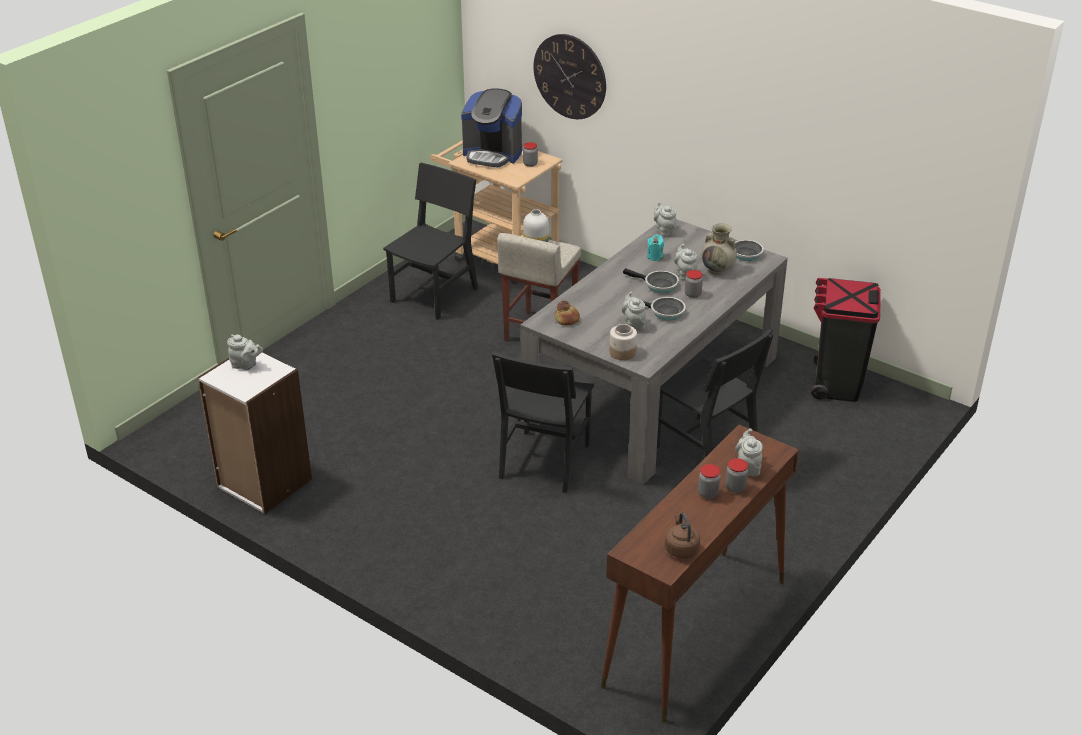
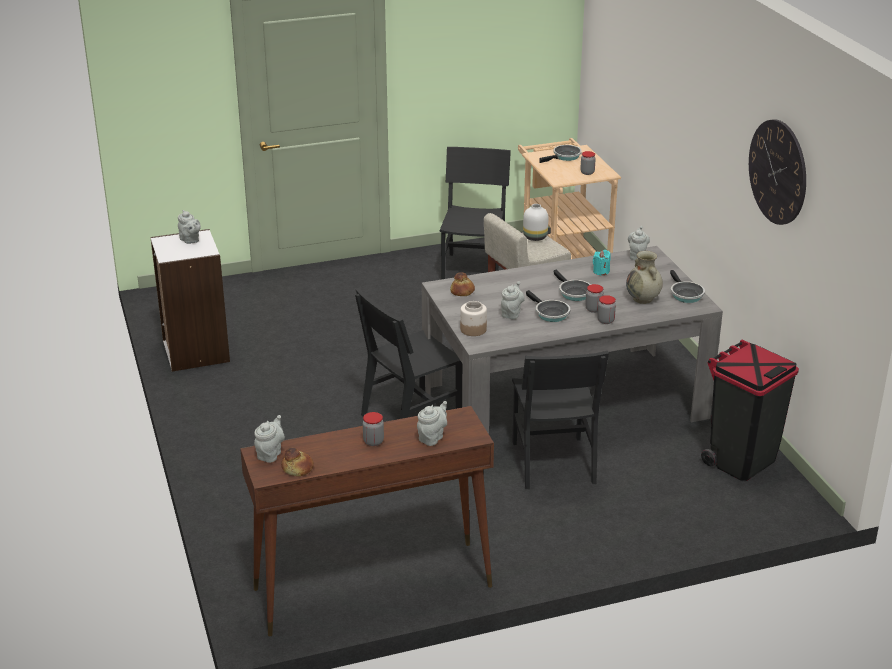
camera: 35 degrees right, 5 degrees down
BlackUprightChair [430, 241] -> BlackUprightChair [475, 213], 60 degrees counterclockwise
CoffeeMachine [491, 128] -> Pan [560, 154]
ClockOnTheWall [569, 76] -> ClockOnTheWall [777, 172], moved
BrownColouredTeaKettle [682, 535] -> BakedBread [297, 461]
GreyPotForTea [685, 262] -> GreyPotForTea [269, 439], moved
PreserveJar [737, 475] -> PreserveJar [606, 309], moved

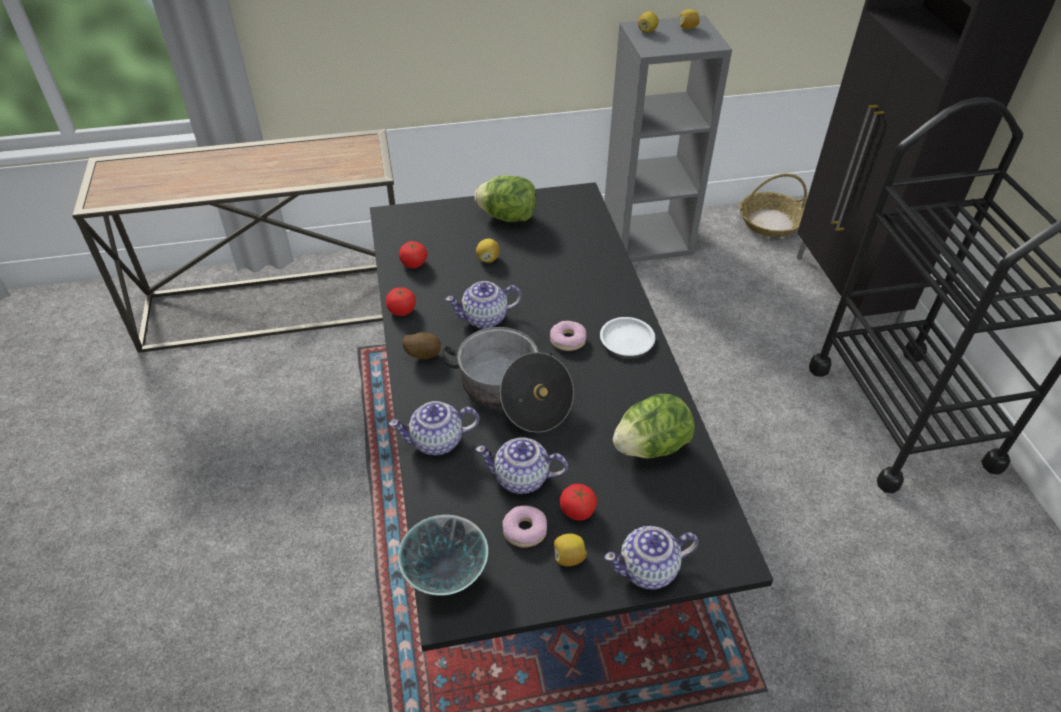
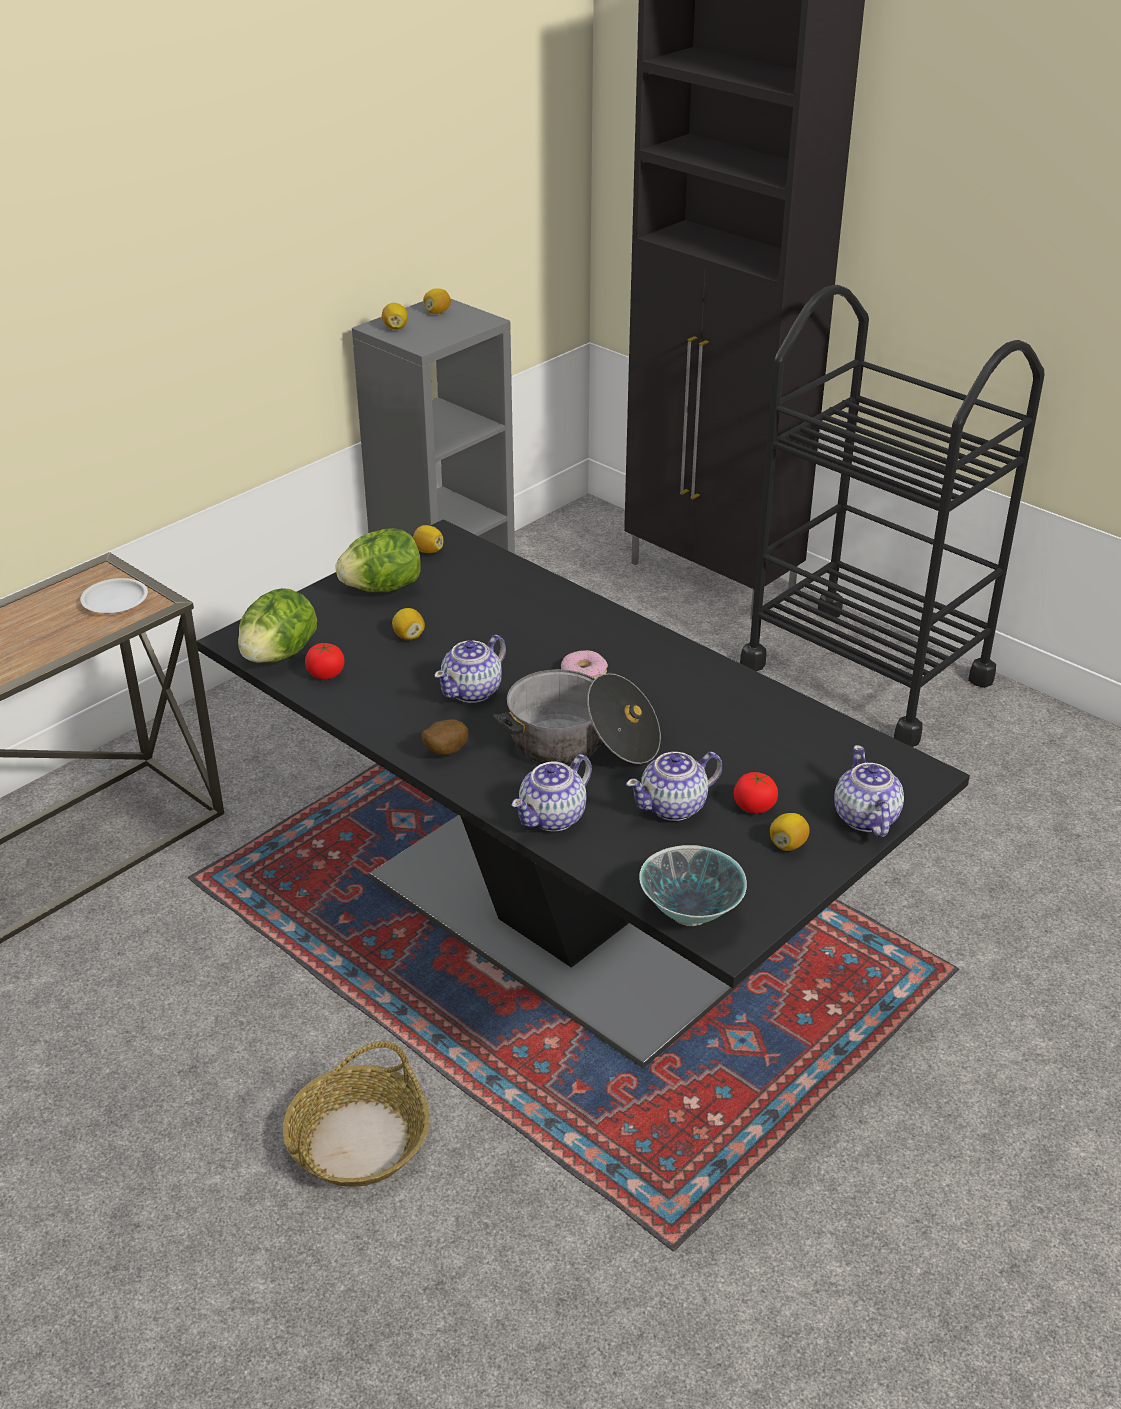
camera: 35 degrees left, 10 degrees down
WholeTomato [401, 301] -> none
RingDoughnut [525, 526] -> none
WhiteDinnerPlate [627, 336] -> WhiteDinnerPlate [114, 596], moved
PotForTea [651, 558] -> PotForTea [869, 791], 135 degrees clockwise
HeadOfLettuce [654, 426] -> HeadOfLettuce [277, 625], moved
HouseholdBasket [773, 205] -> HouseholdBasket [356, 1114], moved
none -> Lemon [428, 539]

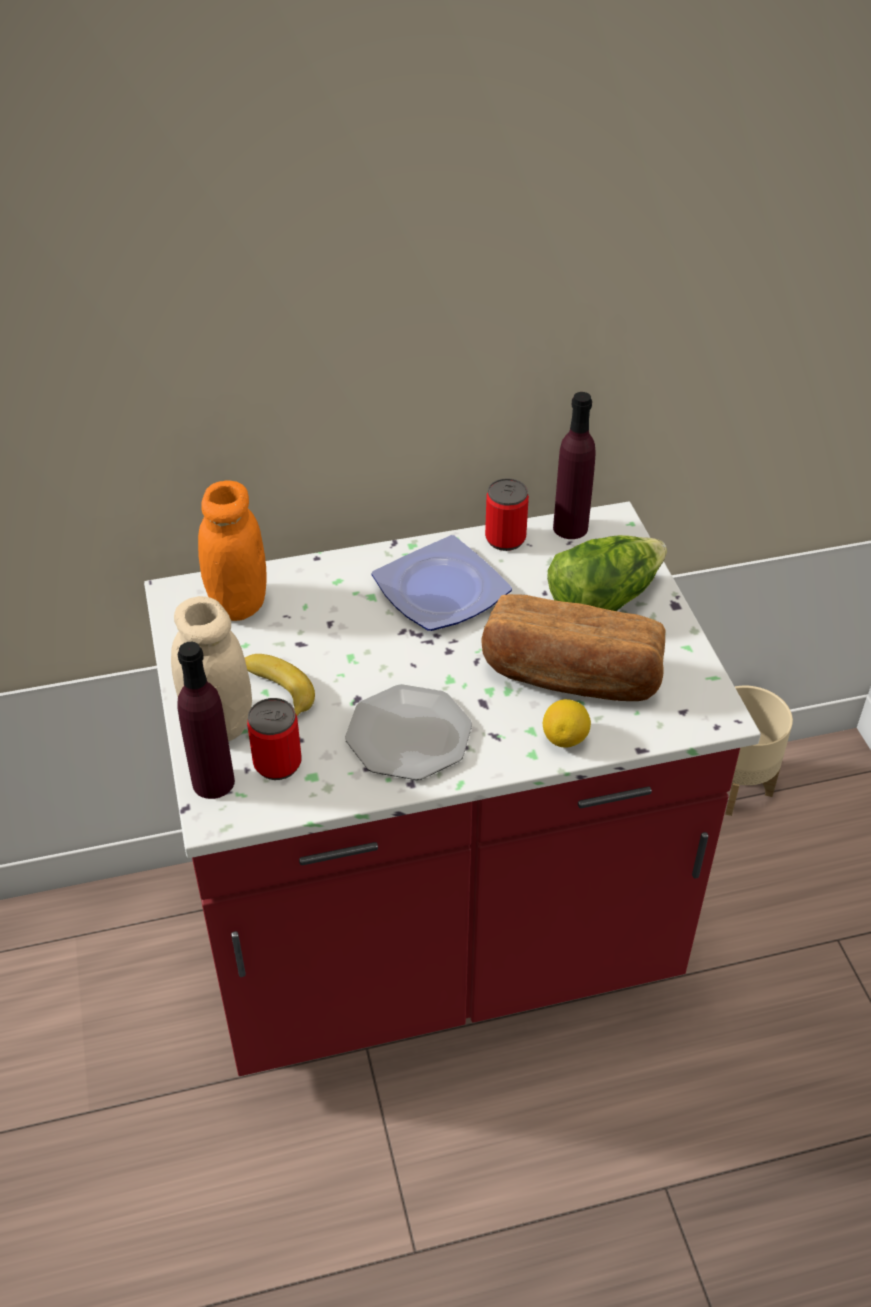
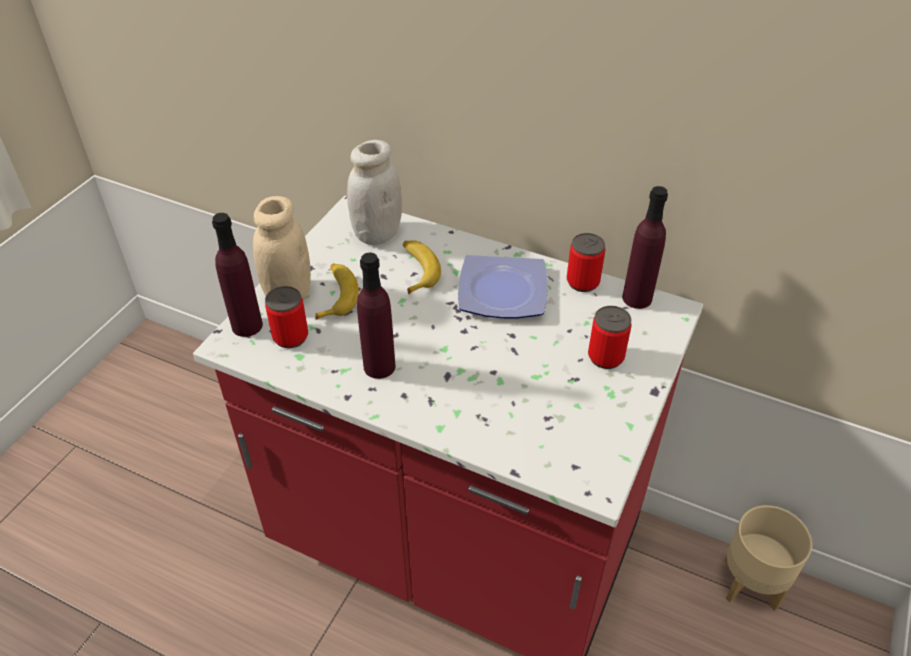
camera: 40 degrees right, 0 degrees up
OrangeColouredPreserveJar [232, 551] -> WhitePreserveJar [374, 192]
DinnerPlate [408, 732] -> PurpleColouredBottle [376, 316]
BakedBread [573, 647] -> none
Lemon [567, 723] -> none
HeadOfLettuce [607, 573] -> MetalCan [610, 337]
none -> Banana [422, 267]

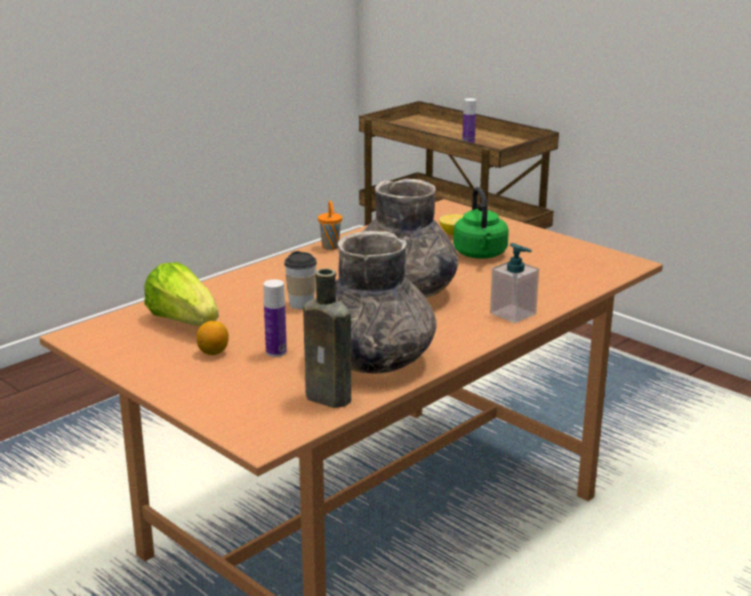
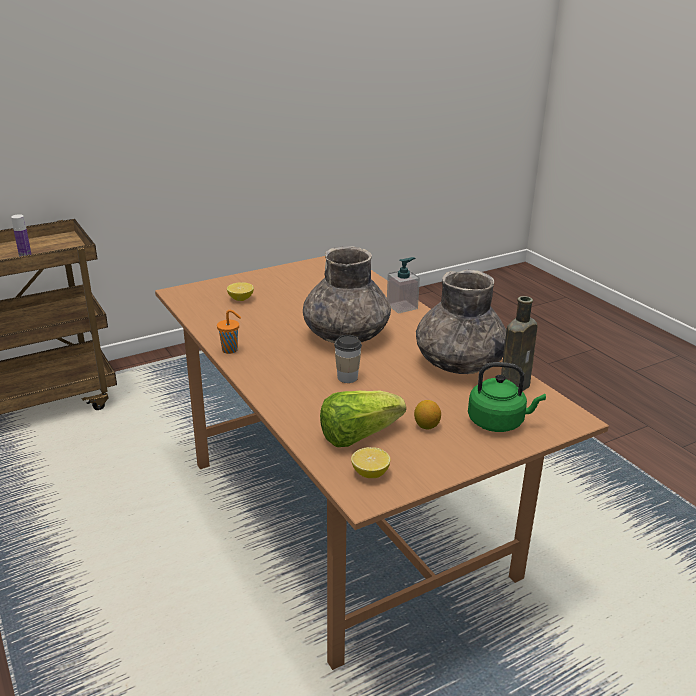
camera: 75 degrees left, 5 degrees up
Bottle [275, 318] -> none
GreenColouredTeaKettle [481, 223] -> GreenColouredTeaKettle [507, 397], moved
none -> Lemon [370, 462]

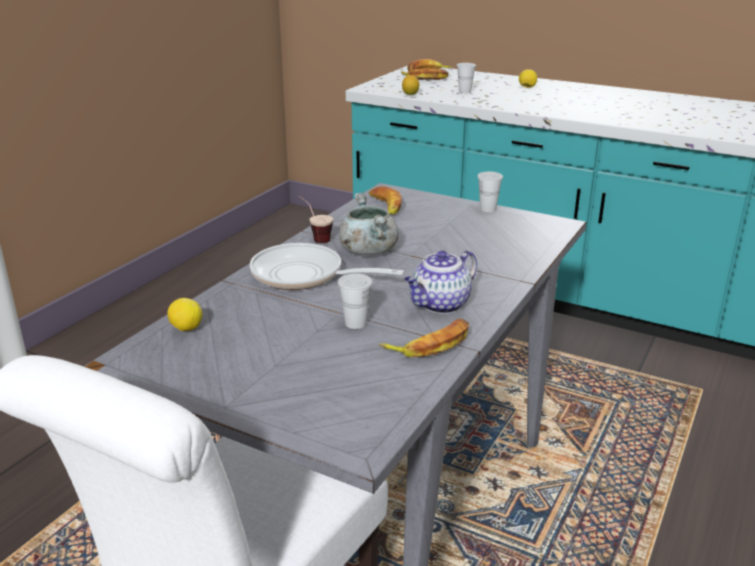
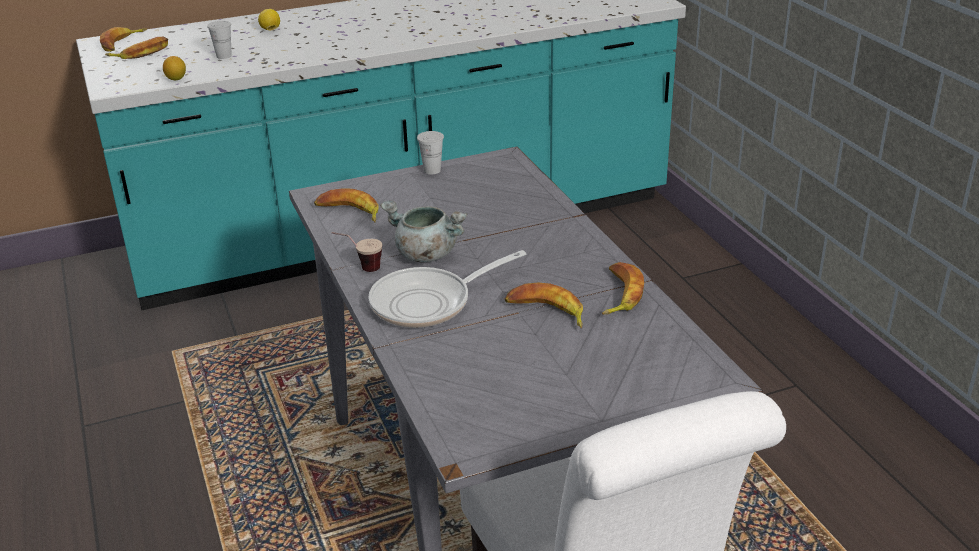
camera: 50 degrees left, 5 degrees up
Lemon [184, 314] -> none
WhiteCup [355, 301] -> Banana [544, 305]
PotForTea [440, 282] -> none

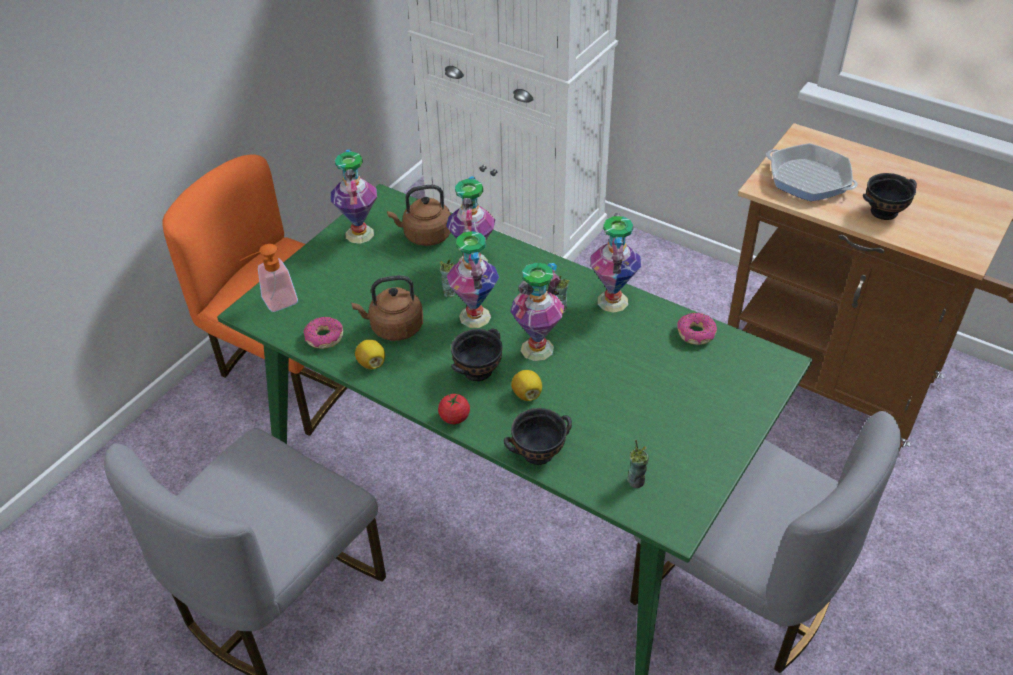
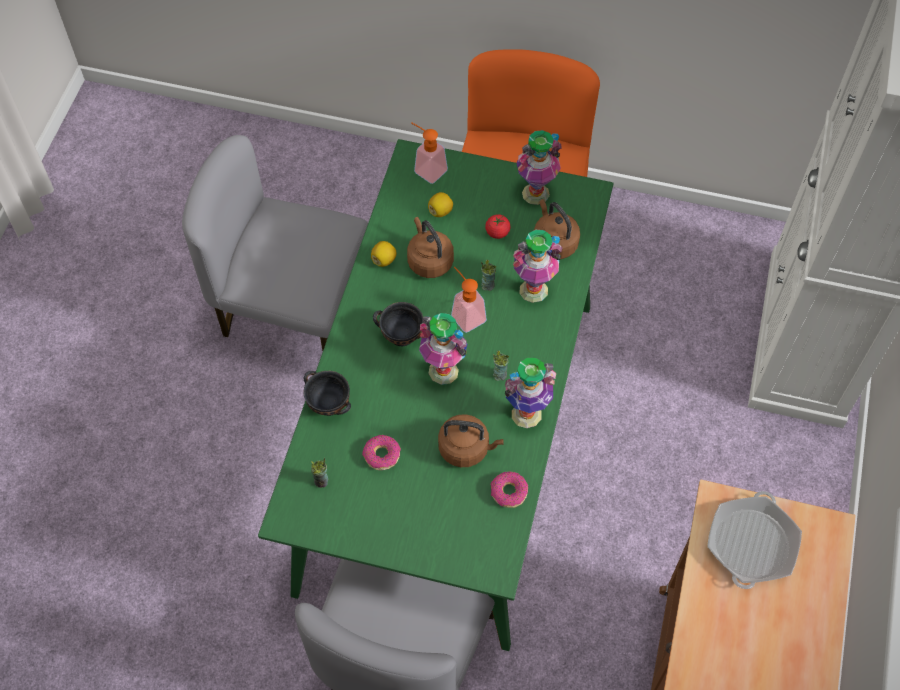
camera: 70 degrees right, 15 degrees up
RingDoughnut [323, 333] -> RingDoughnut [381, 452], moved
WholeTomato [454, 409] -> WholeTomato [497, 226], moved
Vase [473, 278] -> SoapBottle [469, 300]
Lemon [526, 385] -> Lemon [440, 204], moved
BlackBowl [890, 196] -> none
none -> BrownColouredTeaKettle [471, 440]

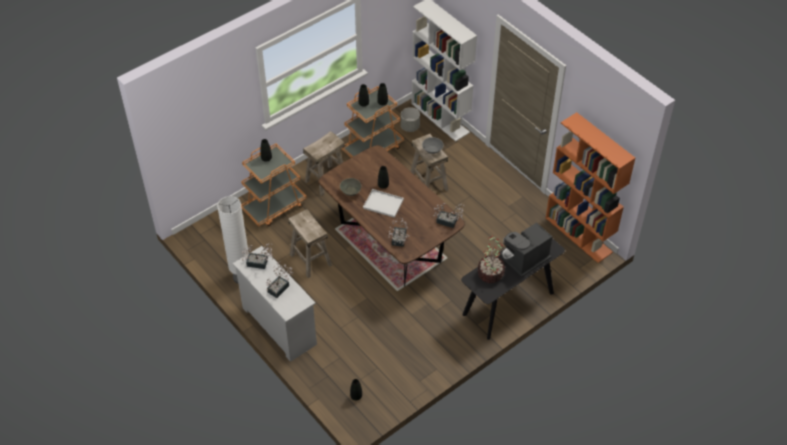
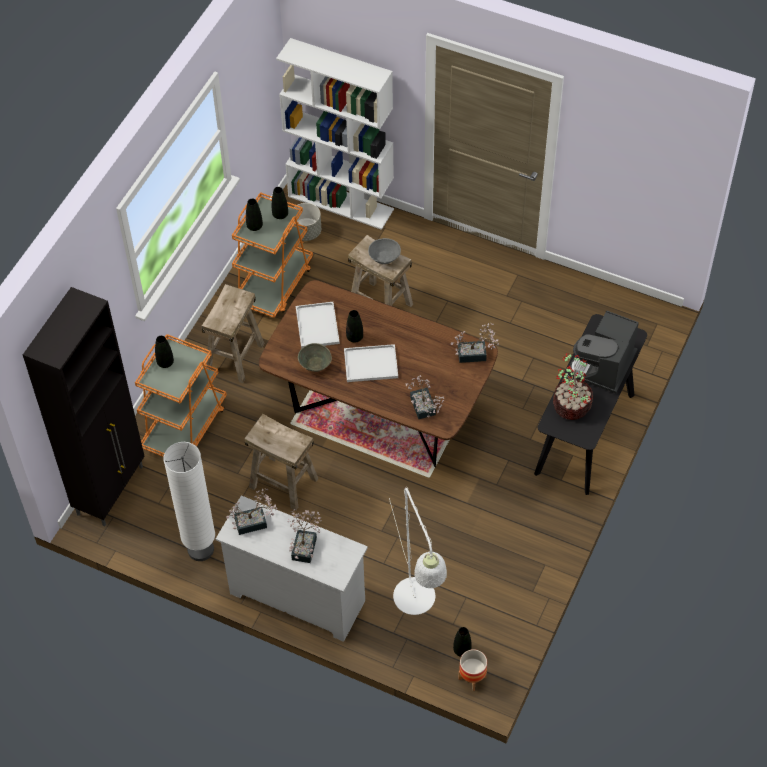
camera: 25 degrees left, 5 degrees up
OrangeColouredBookcase [590, 187] -> none
none -> BlackStorageCabinet [83, 407]
none -> WhiteCarryingTray [318, 325]
none -> WhiteFloorLamp [418, 551]
none -> Planter [473, 670]

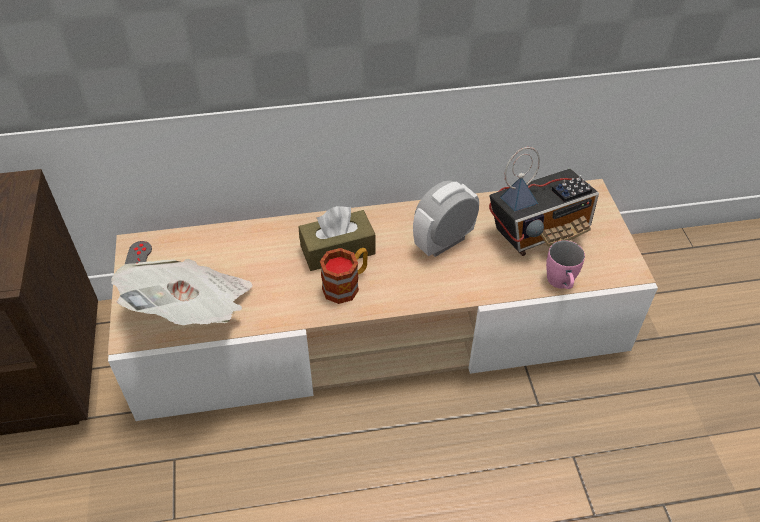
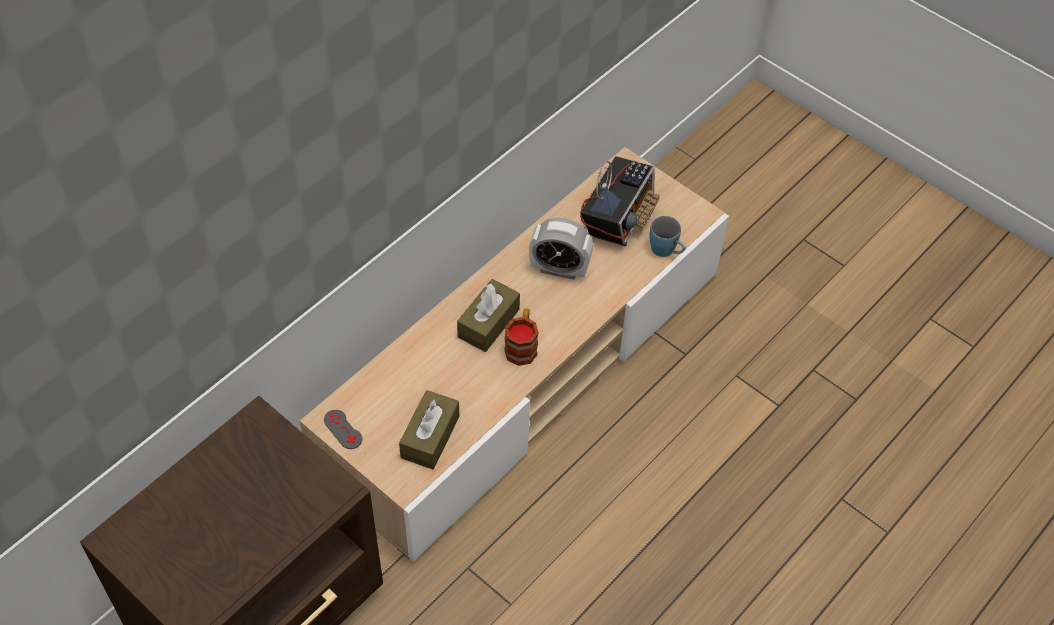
camera: 40 degrees left, 5 degrees up
DailyPaper [182, 292] -> BrownColouredBoxOfTissues [429, 429]
BedsideClock [446, 218] -> BedsideClock [561, 249], 90 degrees counterclockwise
PinkColouredTeaMug [565, 264] -> BluishTeaMug [668, 236]

